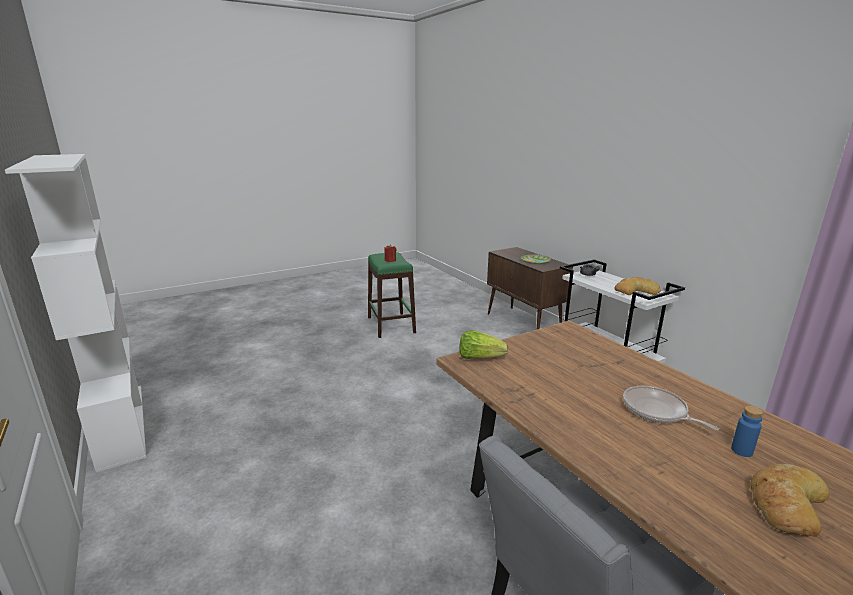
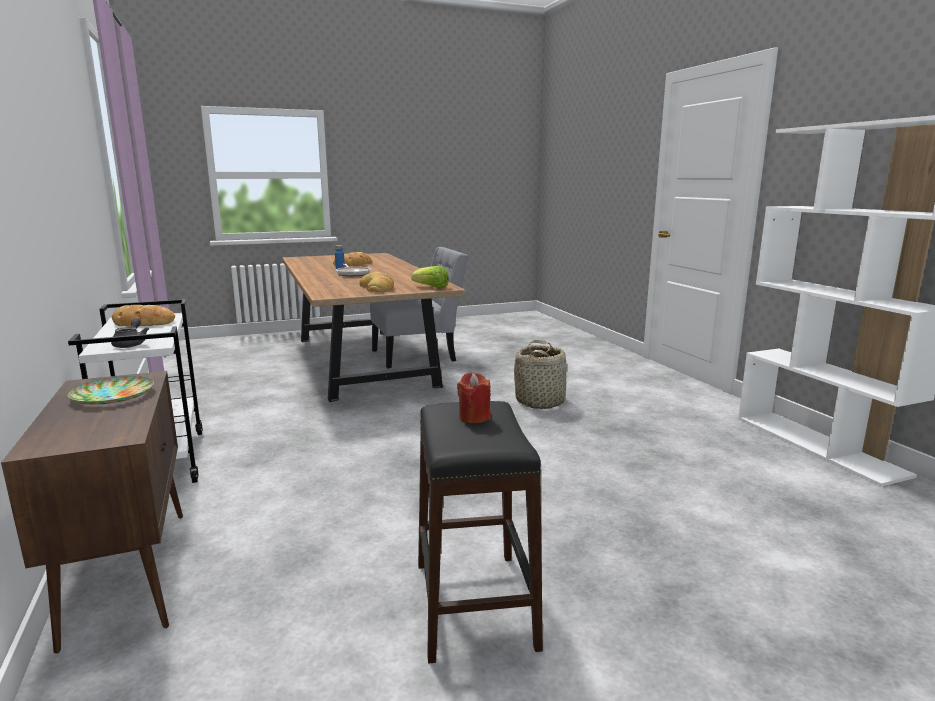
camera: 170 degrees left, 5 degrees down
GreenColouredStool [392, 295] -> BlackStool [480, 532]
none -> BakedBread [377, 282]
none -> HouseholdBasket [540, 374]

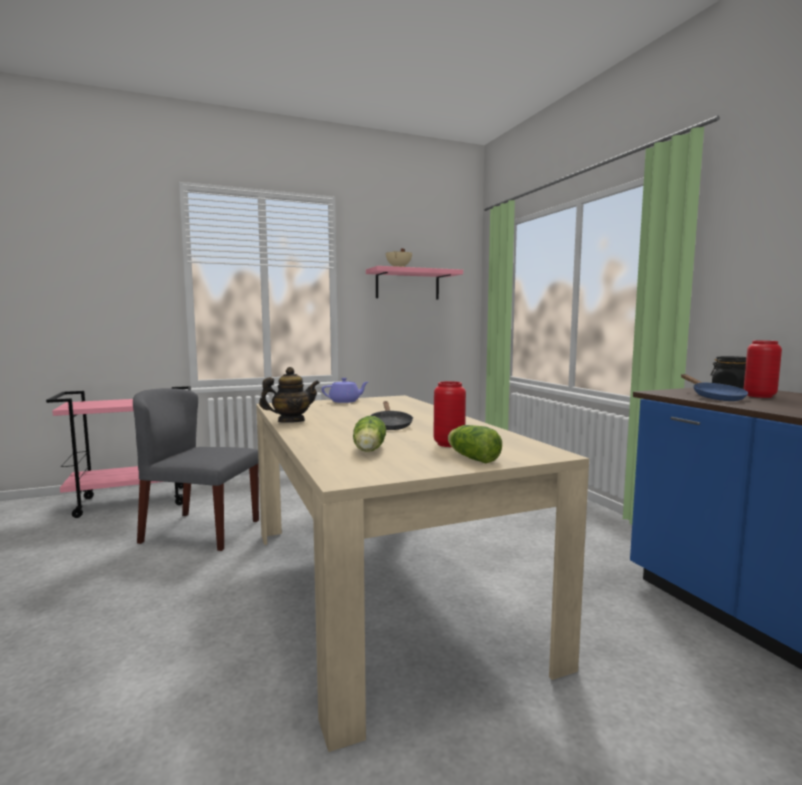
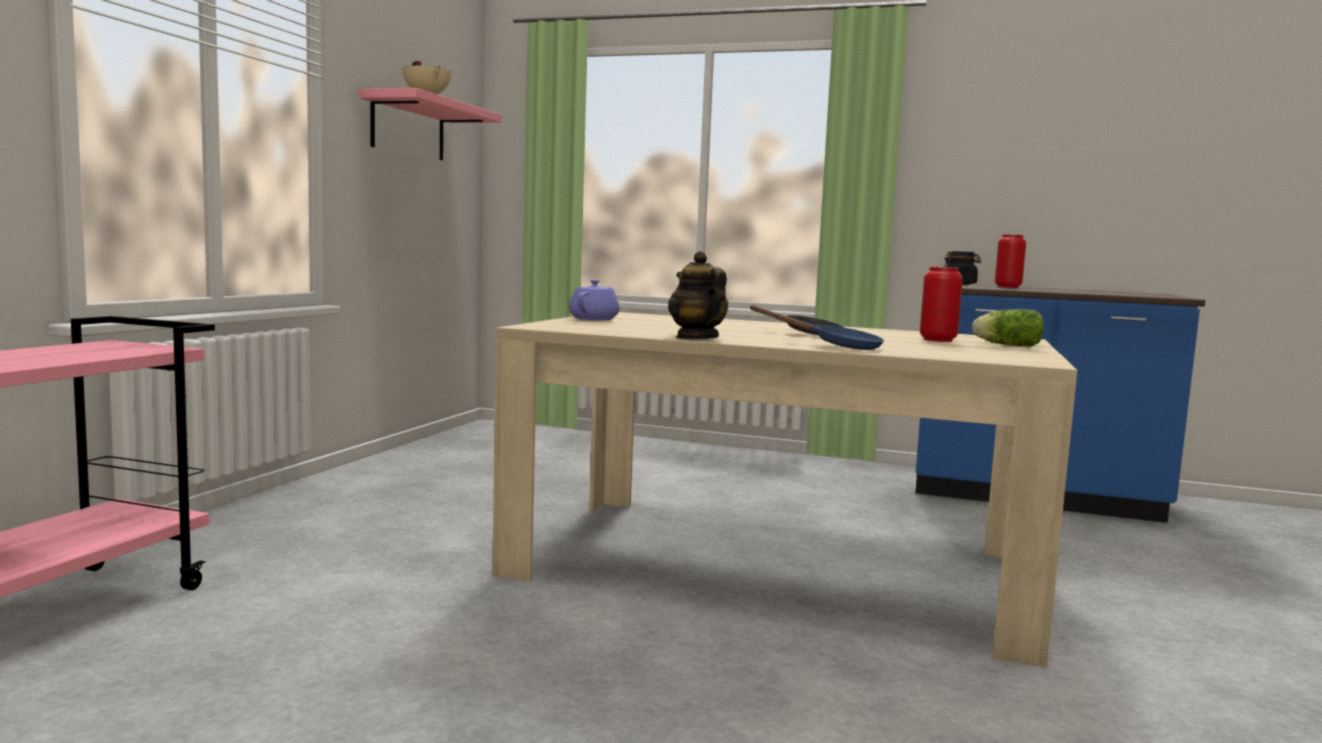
camera: 50 degrees left, 0 degrees up
GreyUprightChair [196, 469] -> none
PotForTea [289, 395] -> PotForTea [698, 295], 45 degrees counterclockwise
HeadOfLettuce [369, 434] -> none
BluishPan [714, 387] -> BluishPan [829, 332], moved

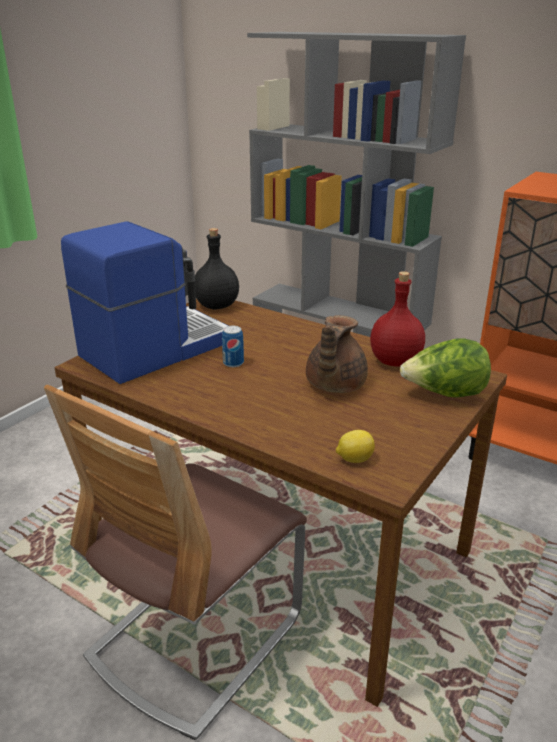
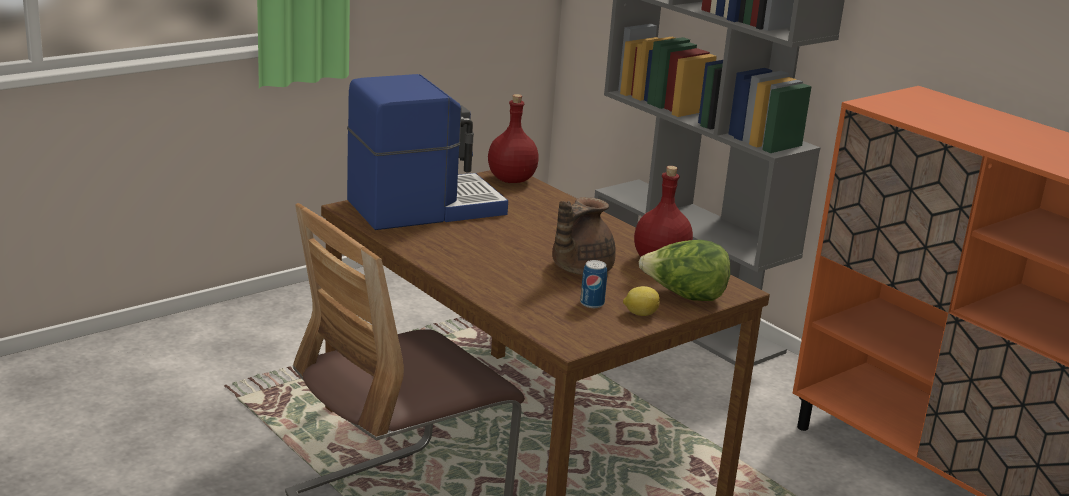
camera: 15 degrees right, 5 degrees down
BlackBottle [217, 268] -> RedColouredBottle [513, 138]
MetalCan [233, 346] -> MetalCan [593, 284], moved
Lemon [355, 446] -> Lemon [641, 301], moved

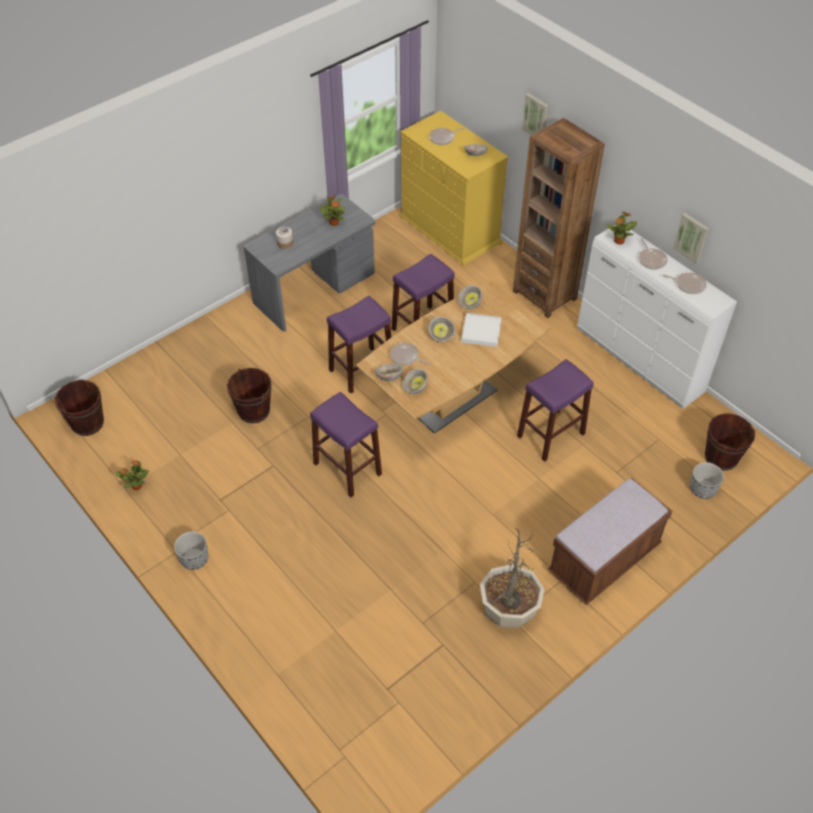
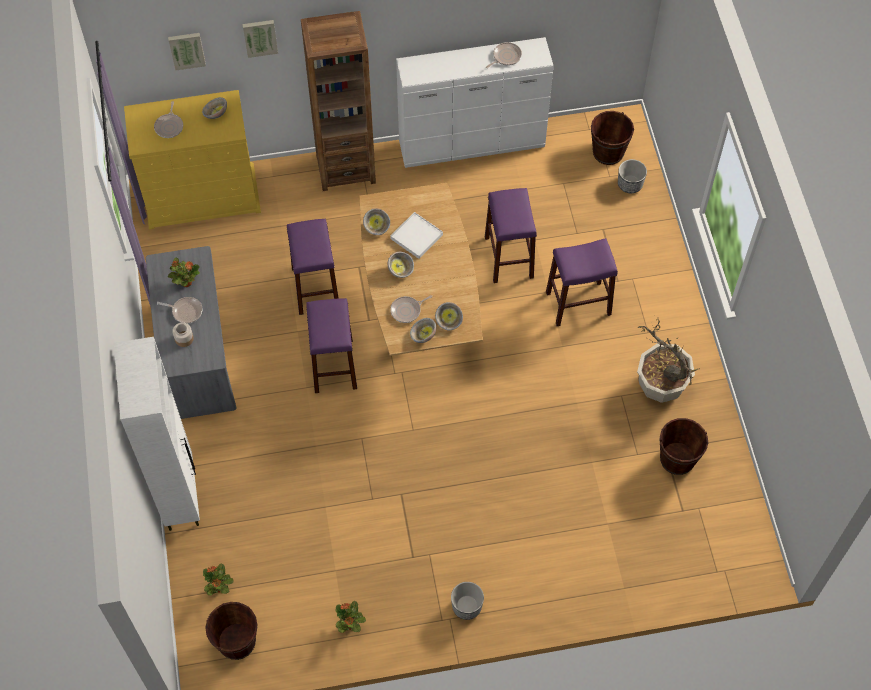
camera: 60 degrees left, 10 degrees up
BrownColouredBucket [249, 395] -> BrownColouredBucket [683, 446], moved
PurpleColouredStool [346, 445] -> PurpleColouredStool [582, 282], moved
BrownColouredBench [610, 541] -> none
Houseplant [622, 228] -> Houseplant [218, 579], moved
Pan [653, 253] -> Pan [180, 310], moved
Picture [691, 238] -> Picture [187, 51], moved
none -> WhiteStorageCabinet [157, 434]

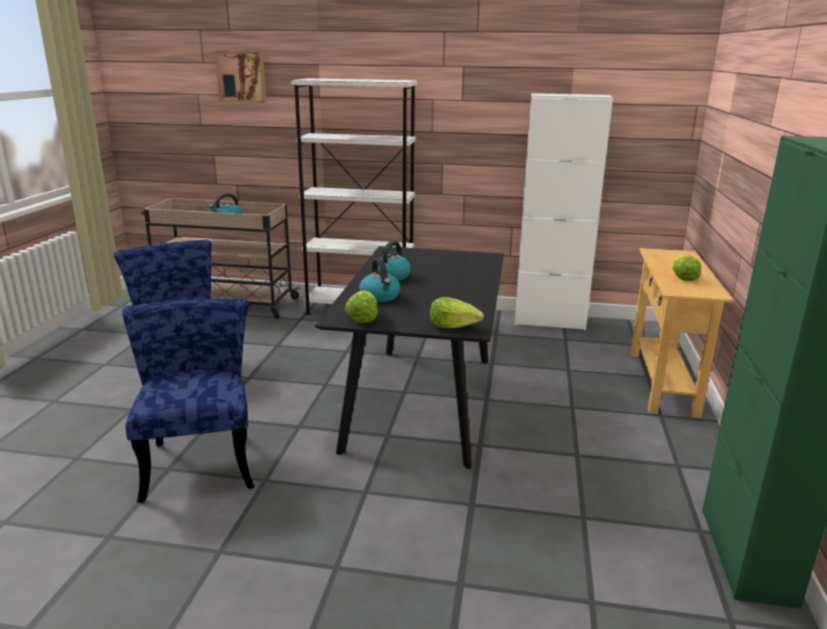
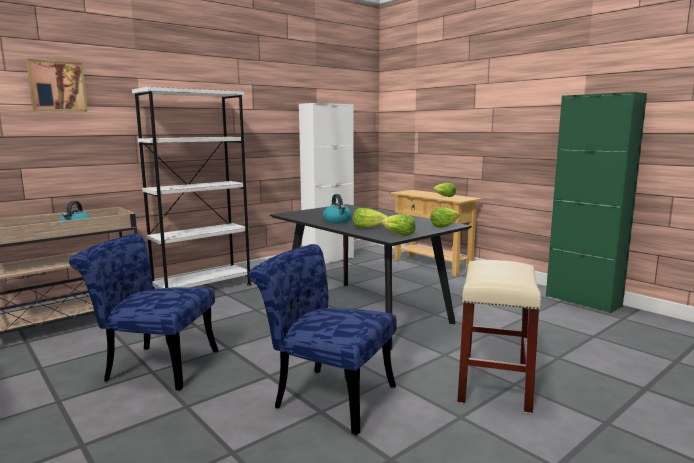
camera: 50 degrees left, 10 degrees down
TeaKettle [379, 280] -> HeadOfLettuce [370, 218]
none -> BeigeColouredStool [499, 337]

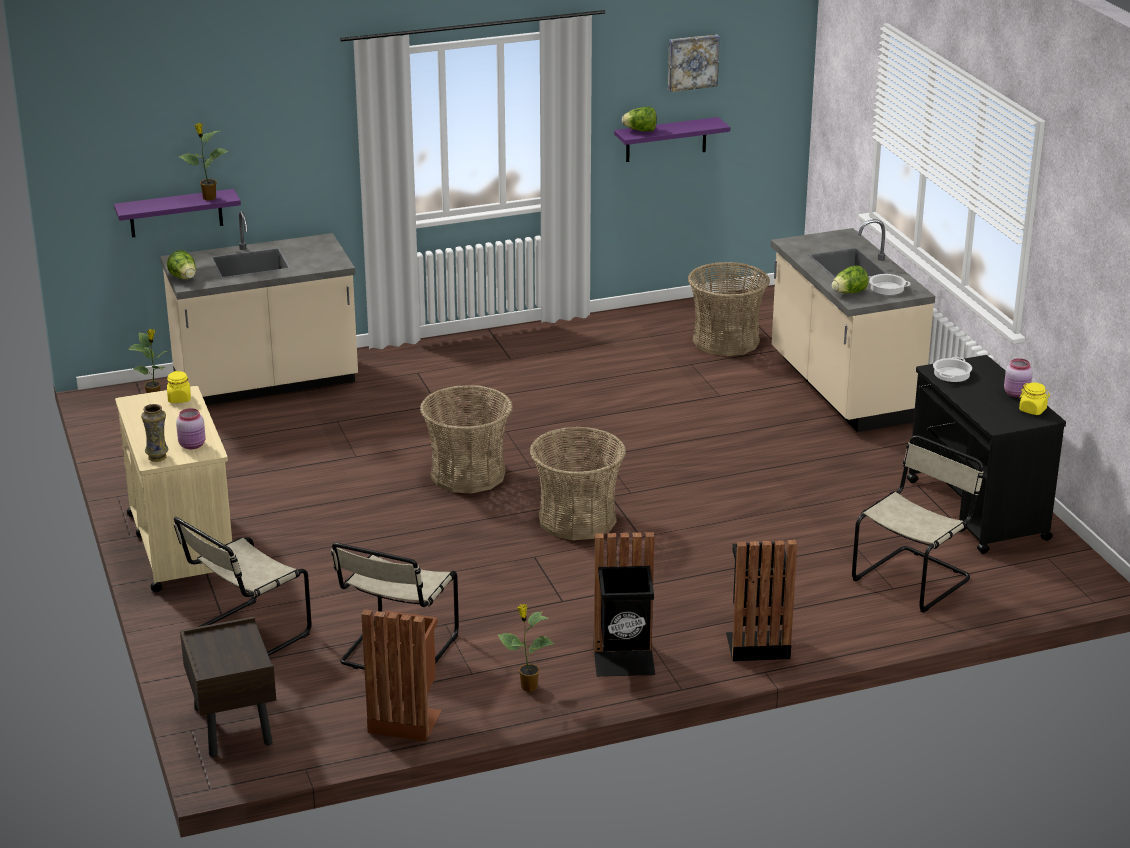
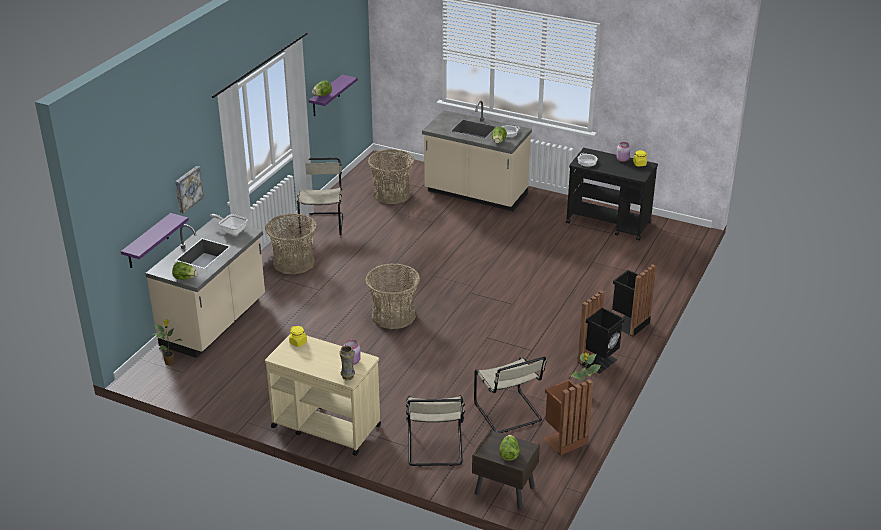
camera: 45 degrees left, 5 degrees up
Houseplant [203, 161] -> none
HouseholdBasket [577, 483] -> HouseholdBasket [291, 243], moved
Picture [694, 63] -> Picture [189, 190], moved
BeigeColouredUprightChair [918, 524] -> BeigeColouredUprightChair [320, 196], moved
none -> Pan [229, 224]
none -> HeadOfLettuce [509, 448]

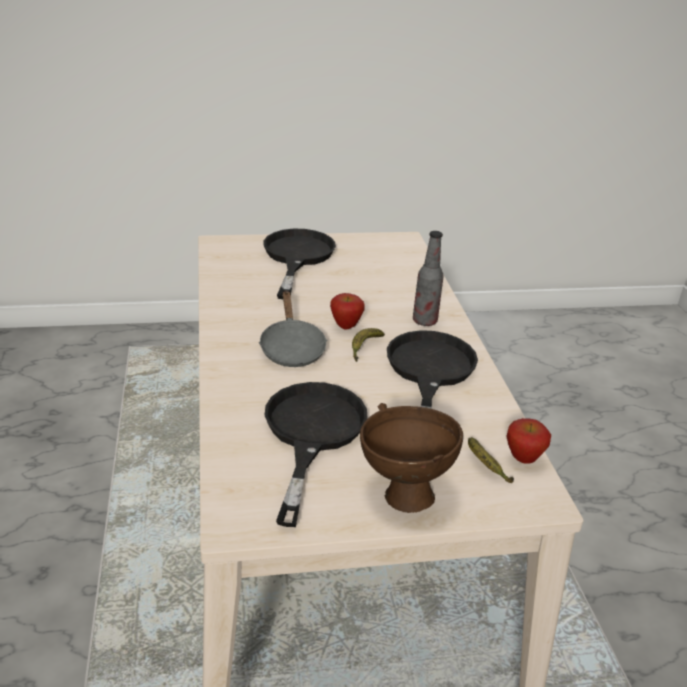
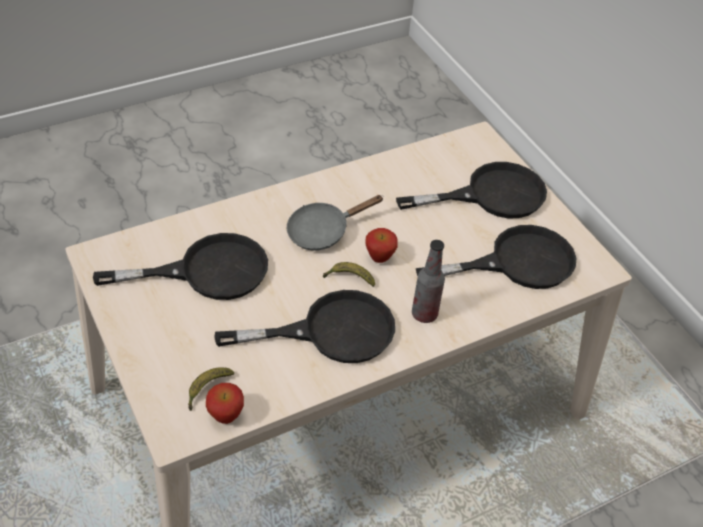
camera: 70 degrees right, 15 degrees up
BrownColouredBowl [412, 458] -> none
none -> BlackPan [496, 257]

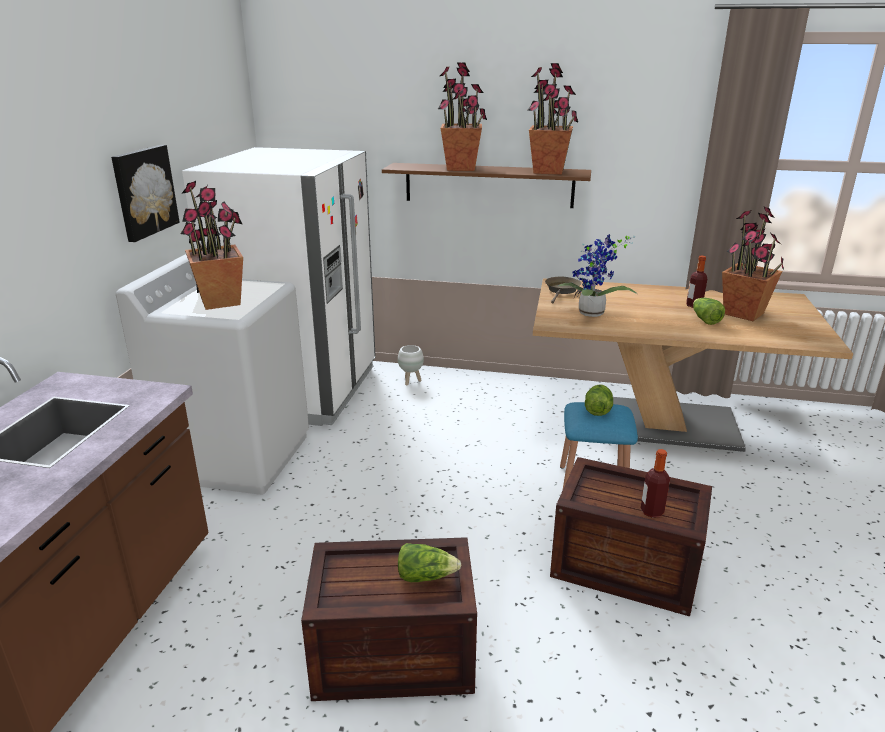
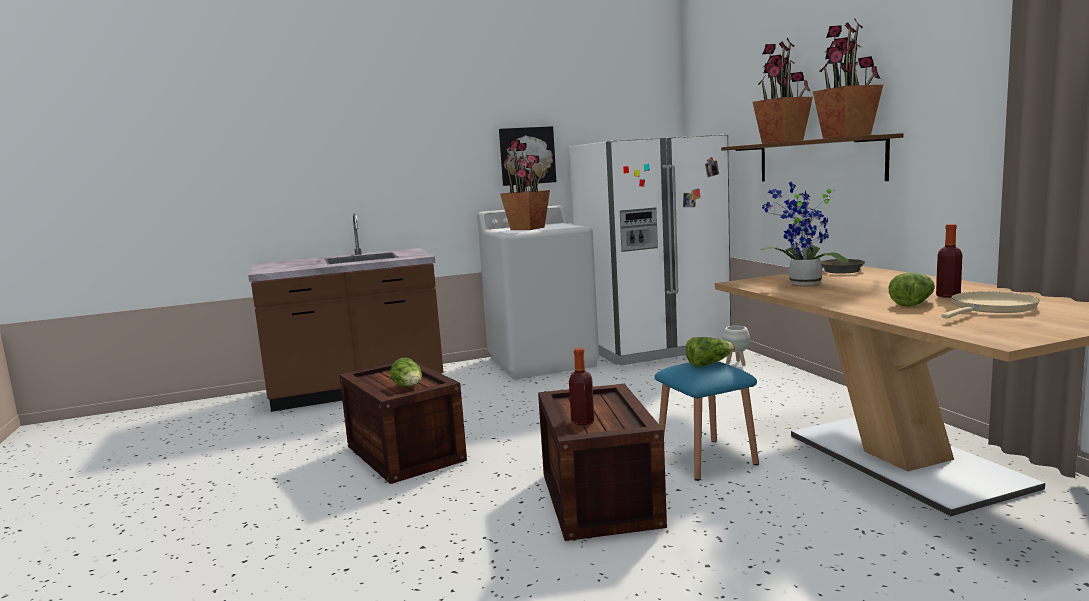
camera: 60 degrees right, 15 degrees down
Houseplant [753, 264] -> BeigeColouredPan [990, 304]

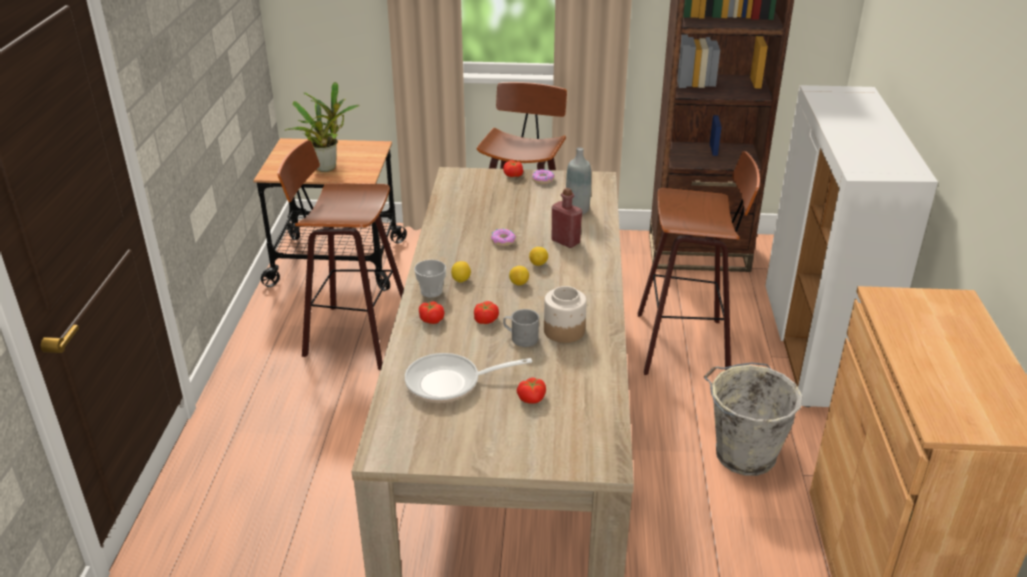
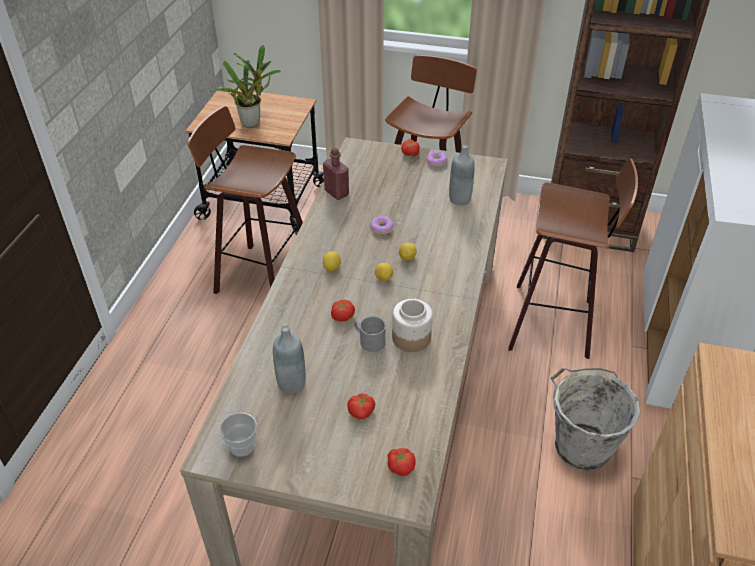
camera: 10 degrees right, 10 degrees up
Pan [468, 378] -> GreyBottle [289, 359]
Cup [430, 279] -> Cup [238, 435], moved
WholeTomato [431, 312] -> WholeTomato [402, 462], moved
RedColouredBottle [566, 218] -> RedColouredBottle [336, 174], moved

